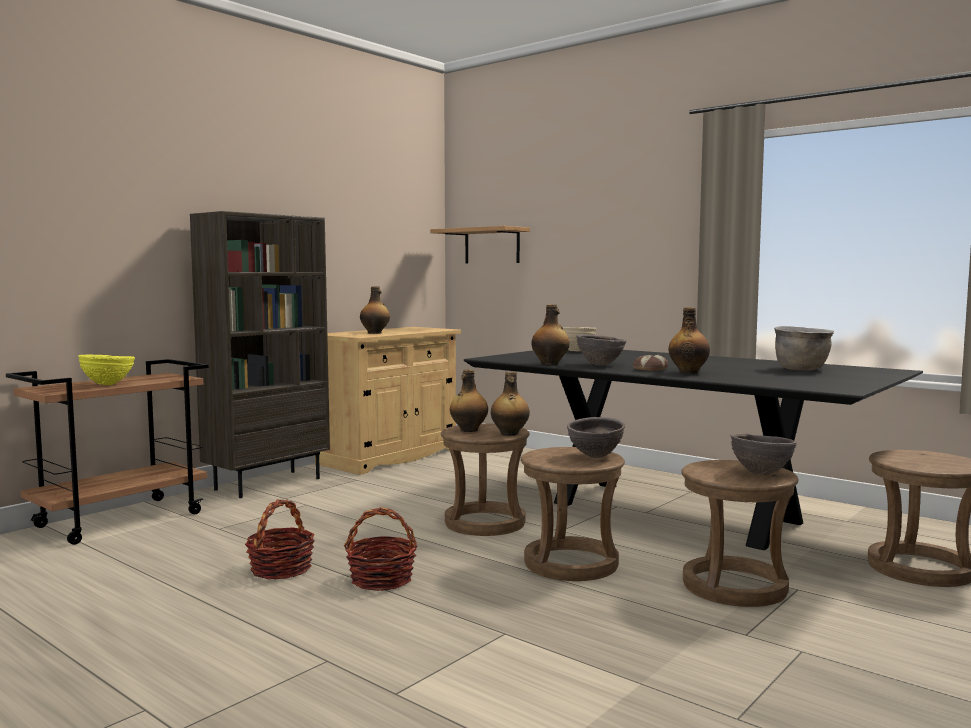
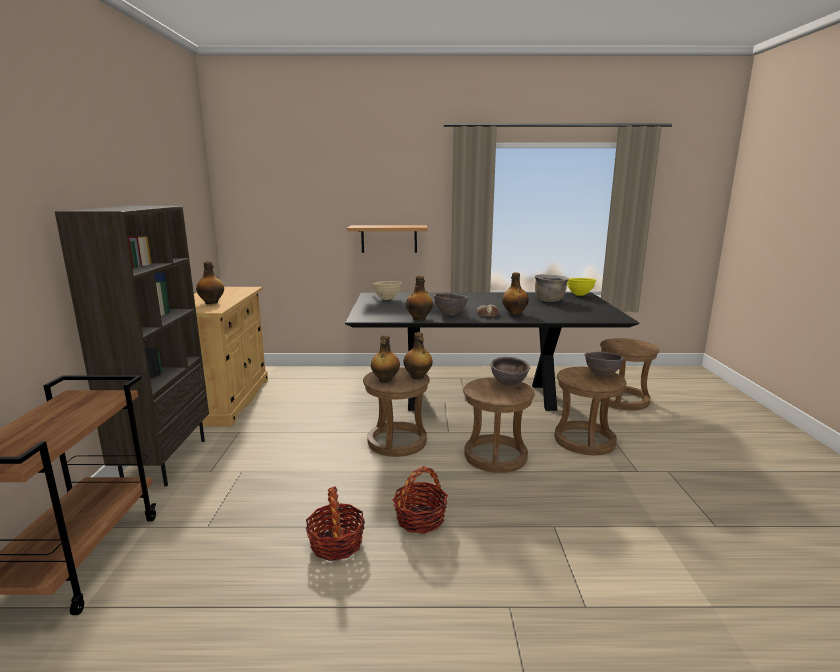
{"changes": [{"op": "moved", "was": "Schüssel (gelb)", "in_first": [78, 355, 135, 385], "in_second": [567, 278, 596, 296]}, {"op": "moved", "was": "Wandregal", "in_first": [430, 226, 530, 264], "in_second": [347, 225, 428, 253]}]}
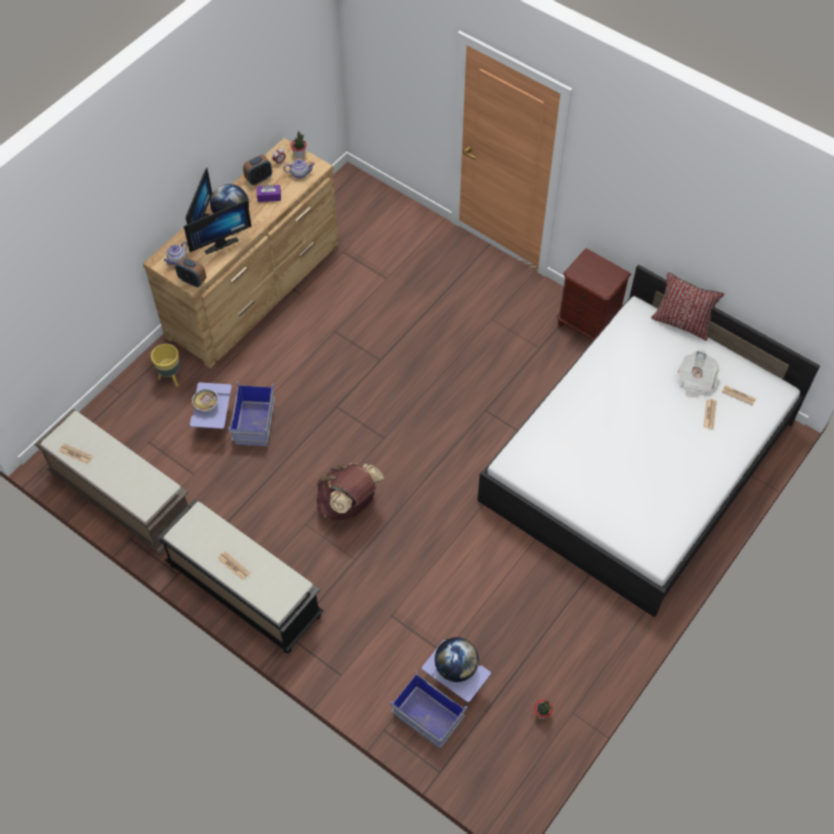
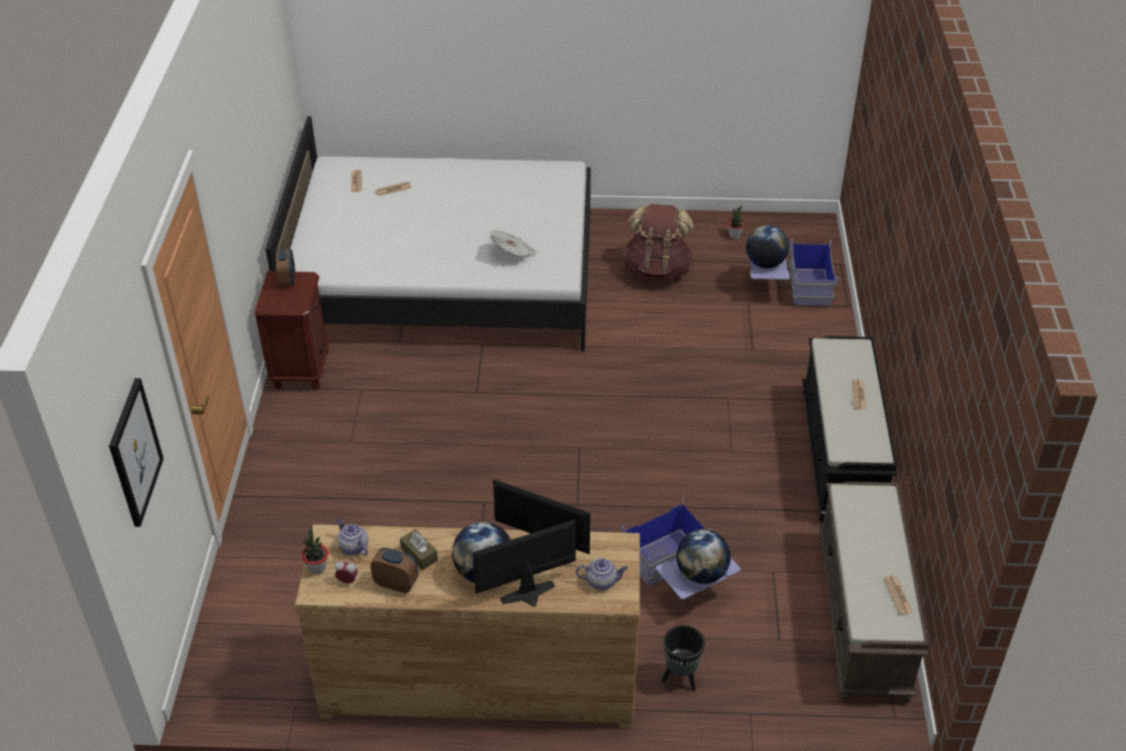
{"changes": [{"op": "removed", "was": "Kissen (rot)", "in_first": [651, 272, 724, 341]}, {"op": "added", "now": "Bild", "in_second": [109, 378, 164, 527]}, {"op": "moved", "was": "Wecker", "in_first": [175, 257, 206, 287], "in_second": [276, 249, 295, 287]}, {"op": "moved", "was": "Rucksack (braun)", "in_first": [317, 463, 384, 521], "in_second": [622, 204, 694, 284]}, {"op": "moved", "was": "Zeitung", "in_first": [678, 350, 719, 398], "in_second": [489, 230, 537, 257]}, {"op": "replaced", "was": "Schüssel", "now": "Globus", "in_first": [192, 389, 218, 412], "in_second": [676, 529, 731, 584]}, {"op": "recoloured", "was": "Pflanzkübel (gelb)", "now": "Pflanzkübel (schwarz)", "in_first": [151, 344, 179, 387], "in_second": [662, 625, 705, 691]}, {"op": "recoloured", "was": "Taschentuchbox (lila)", "now": "Taschentuchbox (braun)", "in_first": [257, 184, 281, 202], "in_second": [400, 529, 438, 570]}]}
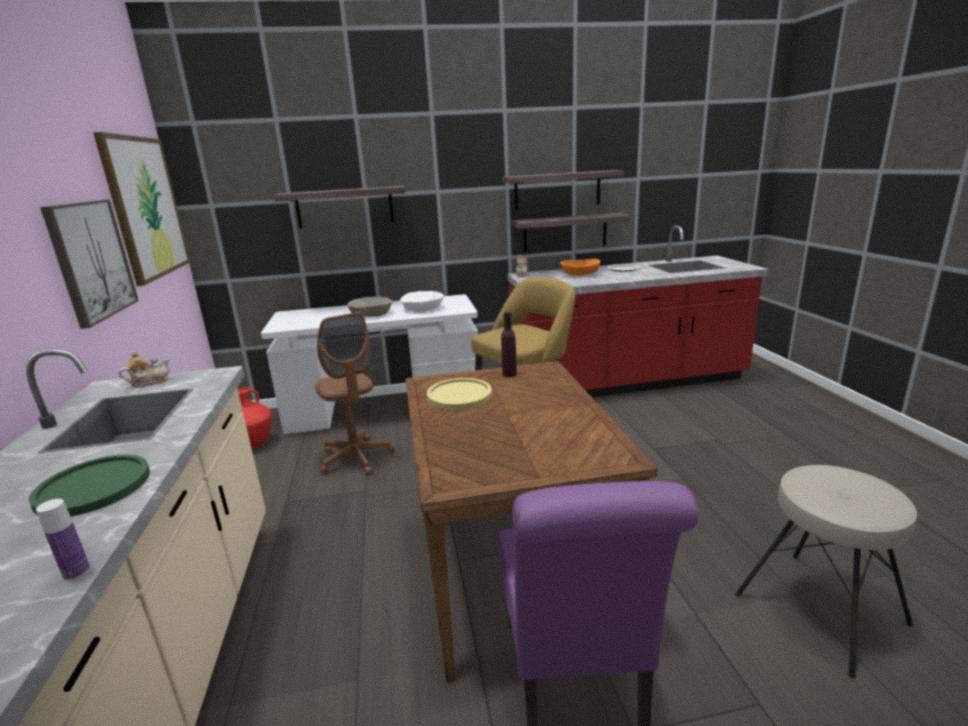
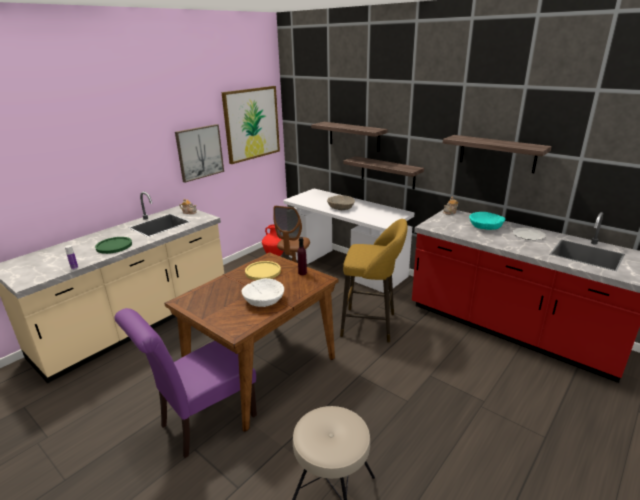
{"changes": [{"op": "moved", "was": "Schüssel (weiß)", "in_first": [400, 291, 444, 311], "in_second": [242, 278, 284, 307]}, {"op": "moved", "was": "Wandregal", "in_first": [512, 213, 630, 252], "in_second": [343, 156, 424, 190]}, {"op": "recoloured", "was": "Schüssel (orange)", "now": "Schüssel (türkis)", "in_first": [560, 259, 600, 275], "in_second": [469, 212, 505, 230]}]}
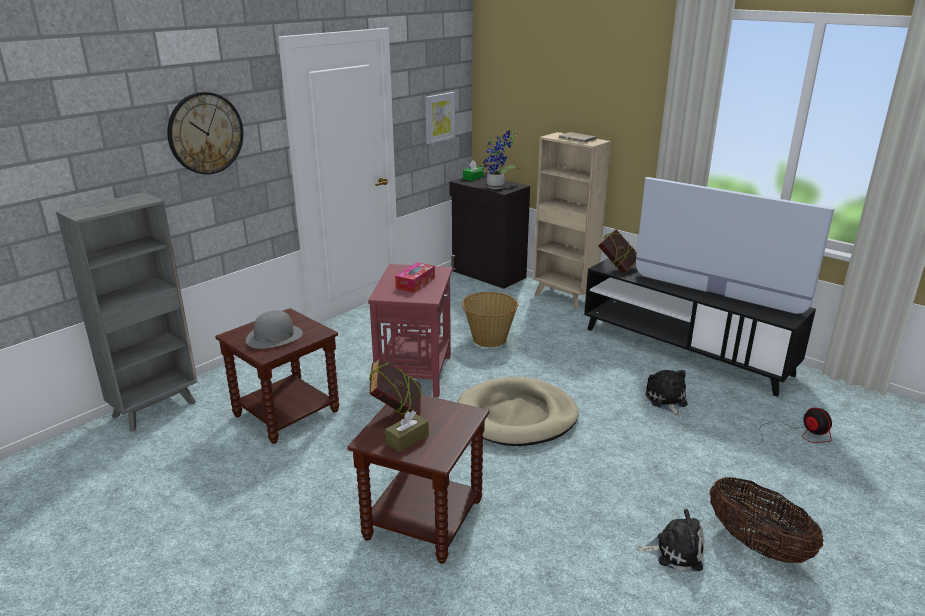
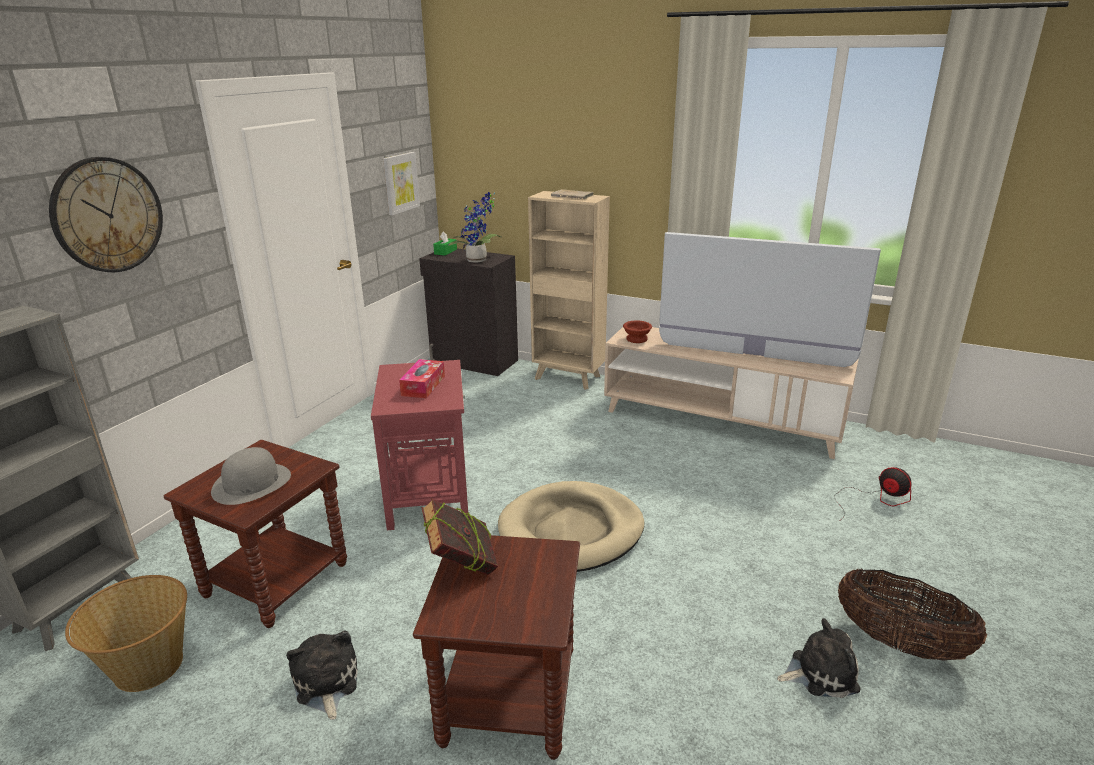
{"changes": [{"op": "removed", "was": "Taschentuchbox (braun)", "in_first": [385, 410, 429, 452]}, {"op": "moved", "was": "Korb", "in_first": [461, 292, 518, 347], "in_second": [65, 575, 187, 692]}, {"op": "moved", "was": "Plüschtier", "in_first": [645, 370, 687, 416], "in_second": [286, 631, 358, 720]}, {"op": "replaced", "was": "Buch", "now": "Schüssel (braun)", "in_first": [598, 229, 637, 274], "in_second": [623, 320, 652, 343]}, {"op": "recoloured", "was": "Fernsehschrank (schwarz)", "now": "Fernsehschrank (beige)", "in_first": [584, 258, 816, 397], "in_second": [604, 327, 859, 459]}]}
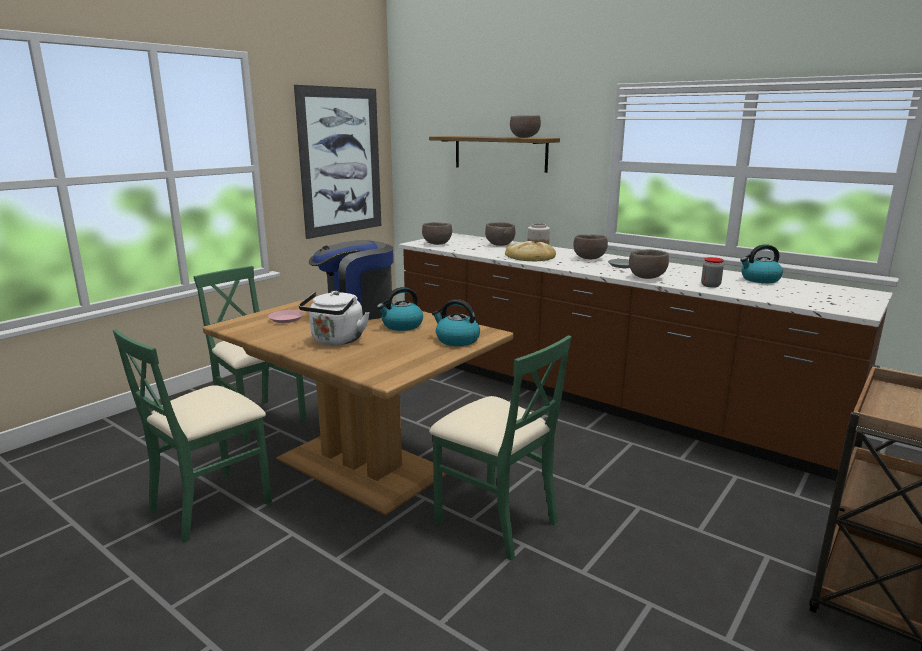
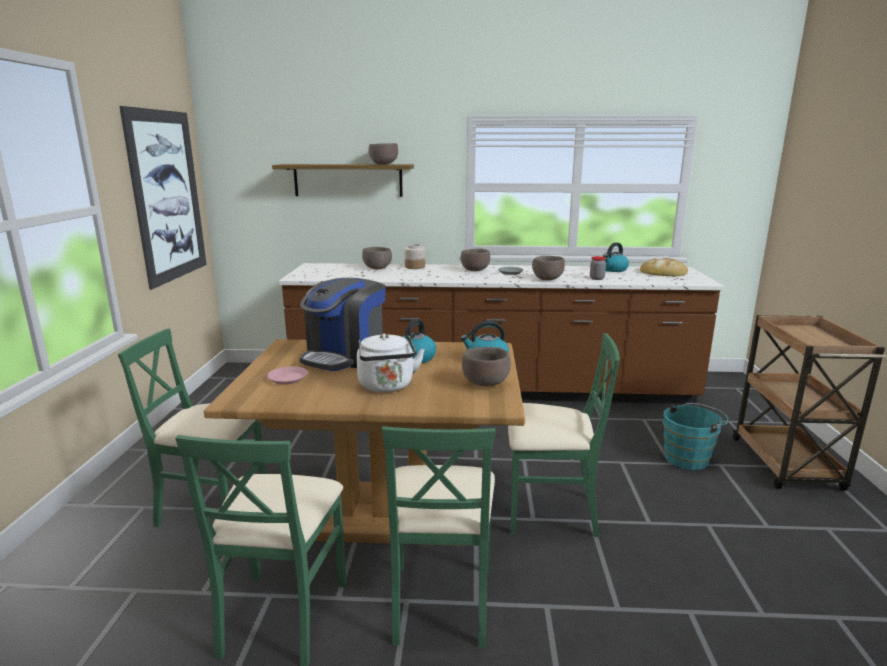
{"changes": [{"op": "added", "now": "Stuhl (grün)", "in_second": [382, 426, 495, 648]}, {"op": "added", "now": "Eimer (türkis)", "in_second": [663, 403, 728, 470]}, {"op": "moved", "was": "Schüssel (braun)", "in_first": [422, 222, 452, 245], "in_second": [462, 347, 511, 387]}, {"op": "moved", "was": "Brot", "in_first": [505, 241, 556, 262], "in_second": [640, 258, 688, 276]}]}
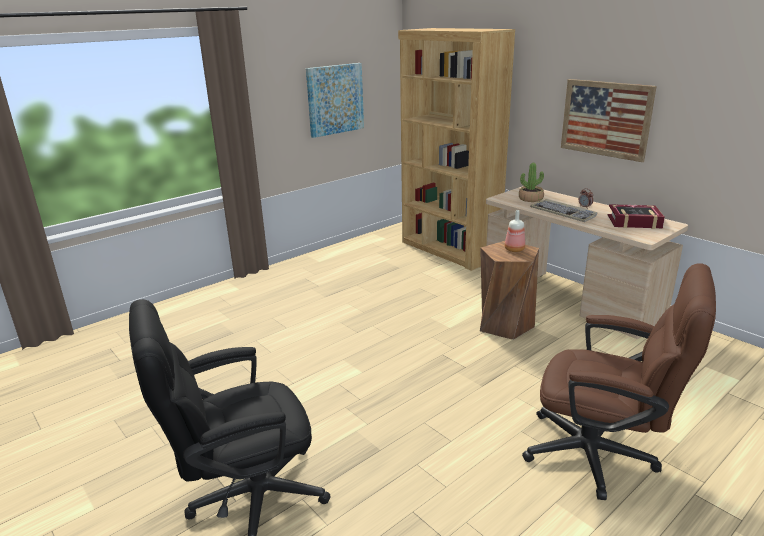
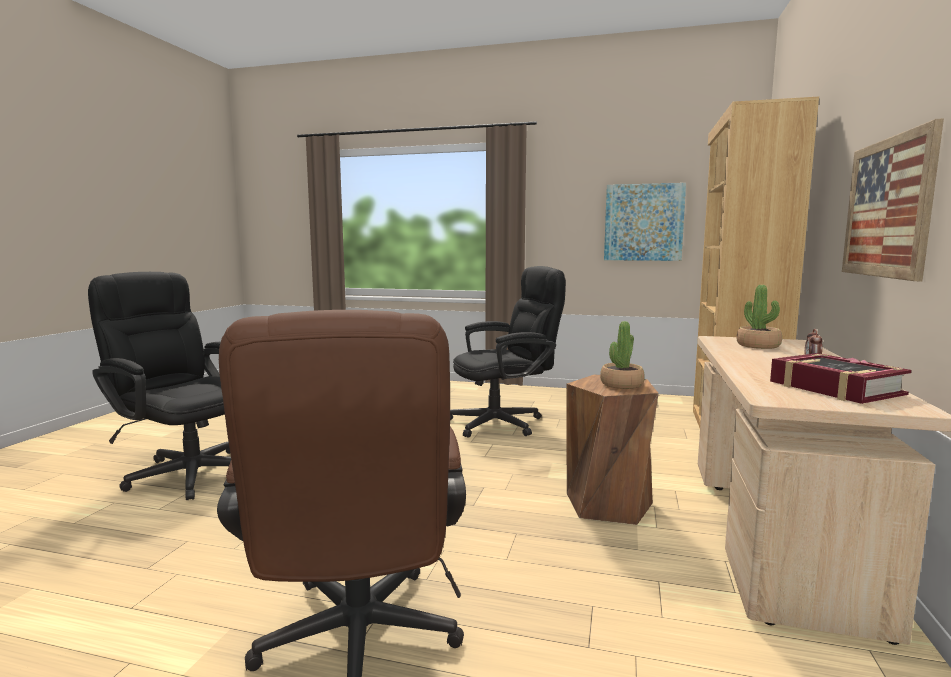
{"changes": [{"op": "removed", "was": "Tastatur", "in_first": [530, 199, 597, 222]}, {"op": "added", "now": "Bürostuhl (schwarz)", "in_second": [450, 266, 566, 438]}, {"op": "replaced", "was": "Flasche", "now": "Topfpflanze", "in_first": [505, 210, 525, 252], "in_second": [600, 321, 645, 389]}]}
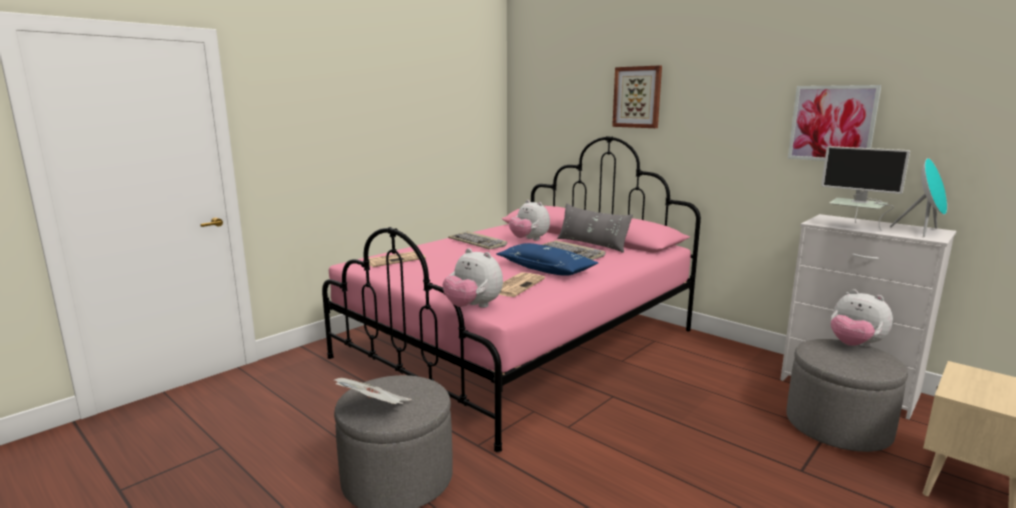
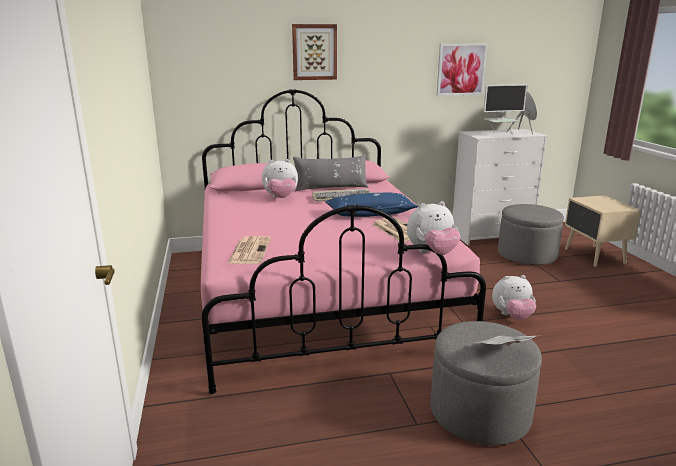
{"changes": [{"op": "removed", "was": "Tastatur", "in_first": [448, 231, 507, 250]}, {"op": "moved", "was": "Plüschtier", "in_first": [831, 289, 893, 347], "in_second": [492, 275, 536, 320]}]}
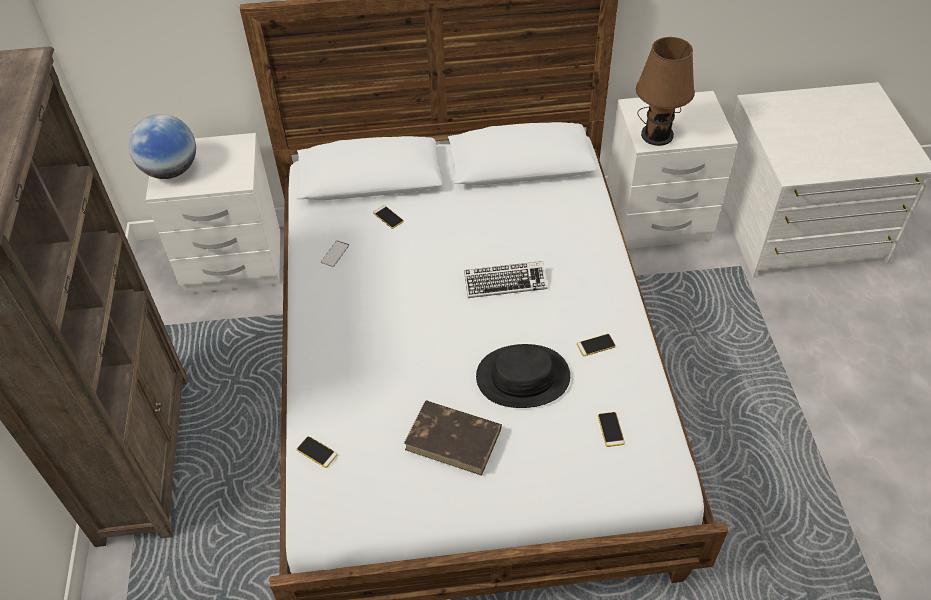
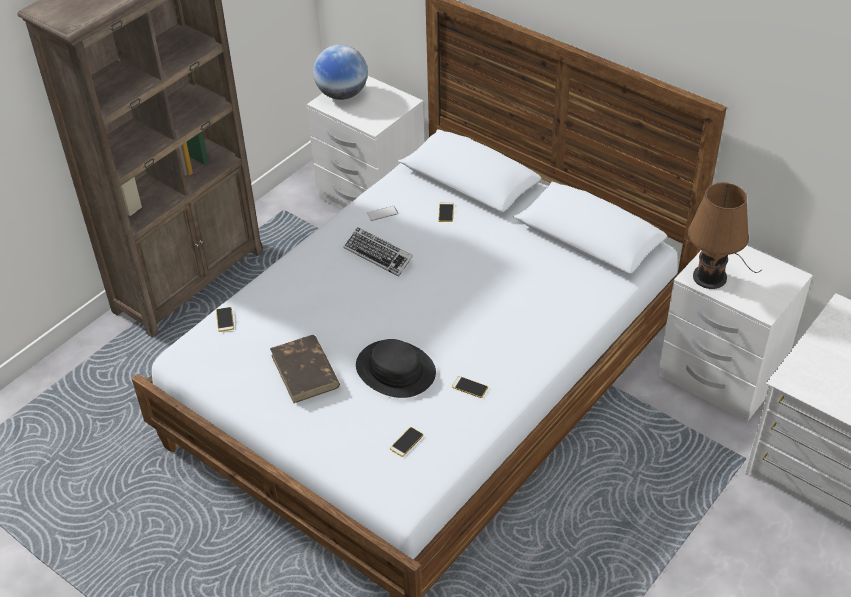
{"changes": [{"op": "moved", "was": "Tastatur", "in_first": [464, 261, 548, 298], "in_second": [343, 227, 413, 277]}]}
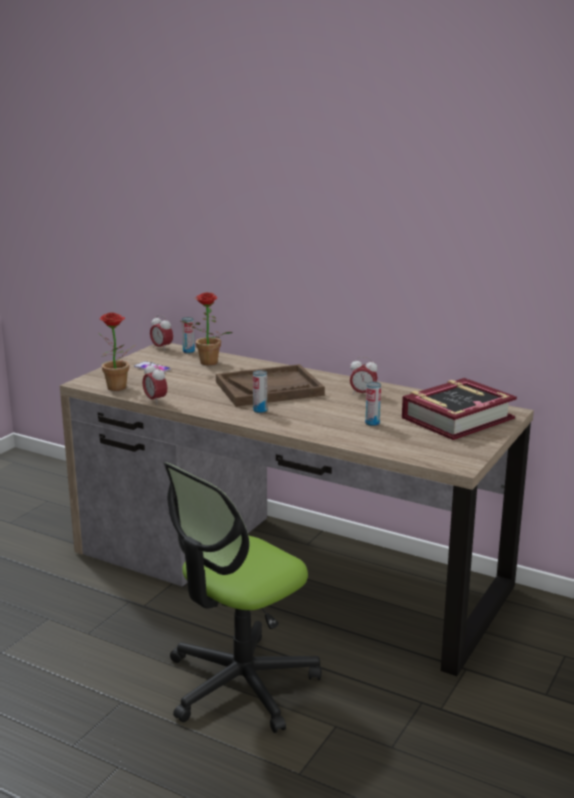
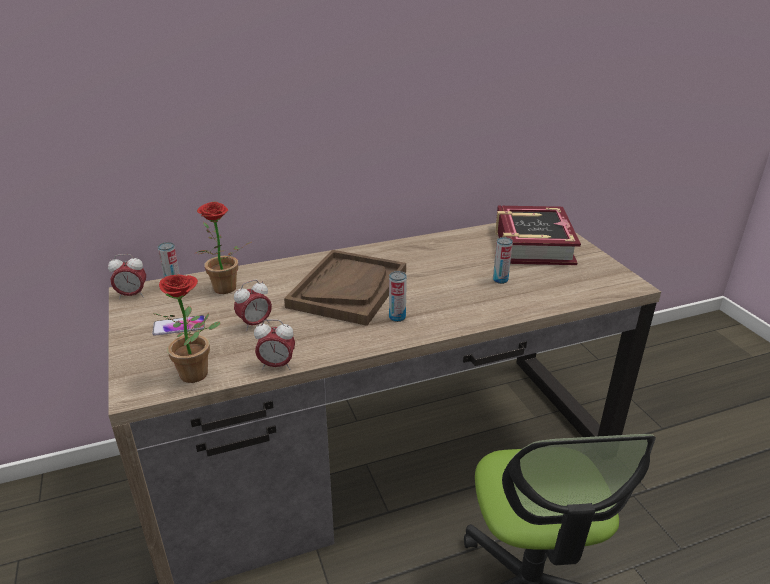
{"changes": [{"op": "moved", "was": "Wecker", "in_first": [350, 357, 378, 395], "in_second": [234, 280, 272, 331]}]}
